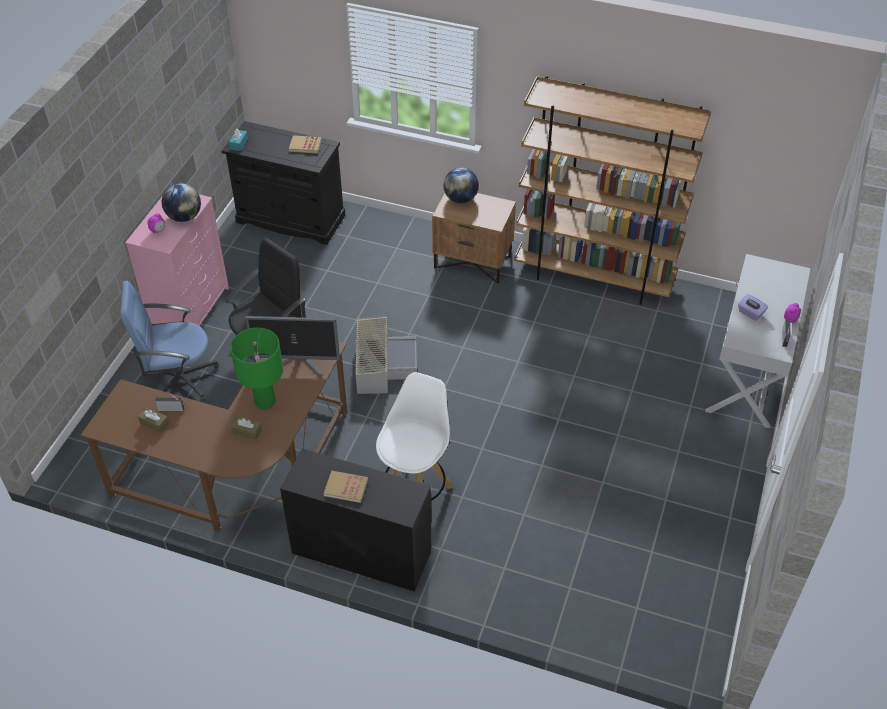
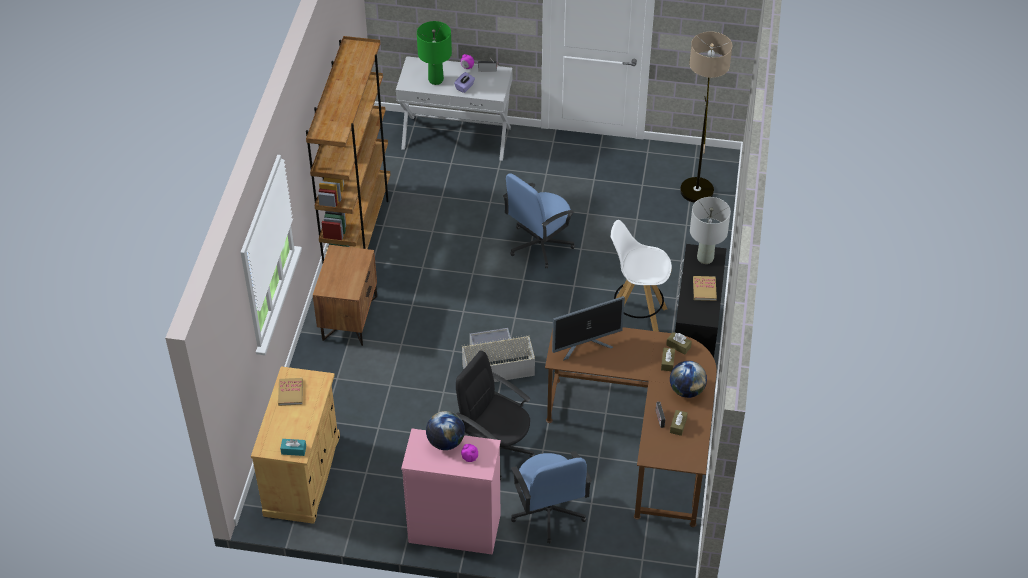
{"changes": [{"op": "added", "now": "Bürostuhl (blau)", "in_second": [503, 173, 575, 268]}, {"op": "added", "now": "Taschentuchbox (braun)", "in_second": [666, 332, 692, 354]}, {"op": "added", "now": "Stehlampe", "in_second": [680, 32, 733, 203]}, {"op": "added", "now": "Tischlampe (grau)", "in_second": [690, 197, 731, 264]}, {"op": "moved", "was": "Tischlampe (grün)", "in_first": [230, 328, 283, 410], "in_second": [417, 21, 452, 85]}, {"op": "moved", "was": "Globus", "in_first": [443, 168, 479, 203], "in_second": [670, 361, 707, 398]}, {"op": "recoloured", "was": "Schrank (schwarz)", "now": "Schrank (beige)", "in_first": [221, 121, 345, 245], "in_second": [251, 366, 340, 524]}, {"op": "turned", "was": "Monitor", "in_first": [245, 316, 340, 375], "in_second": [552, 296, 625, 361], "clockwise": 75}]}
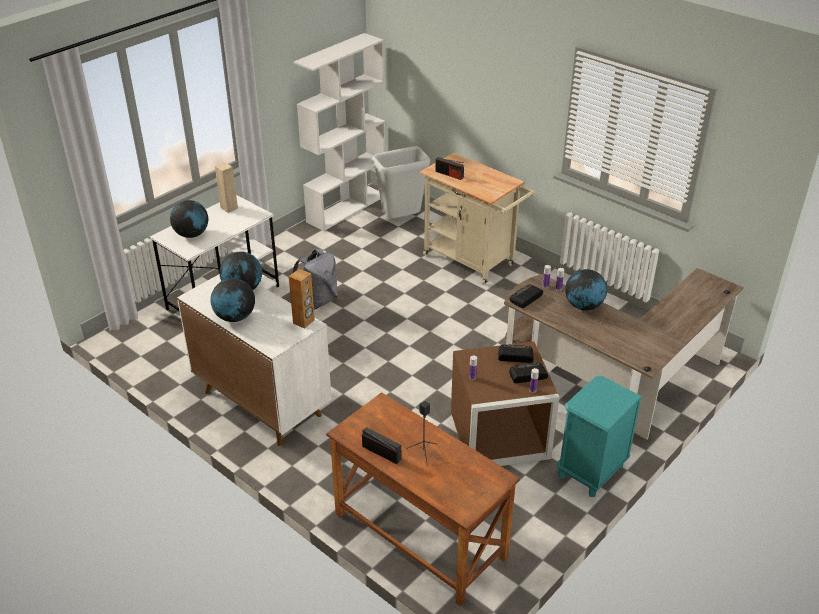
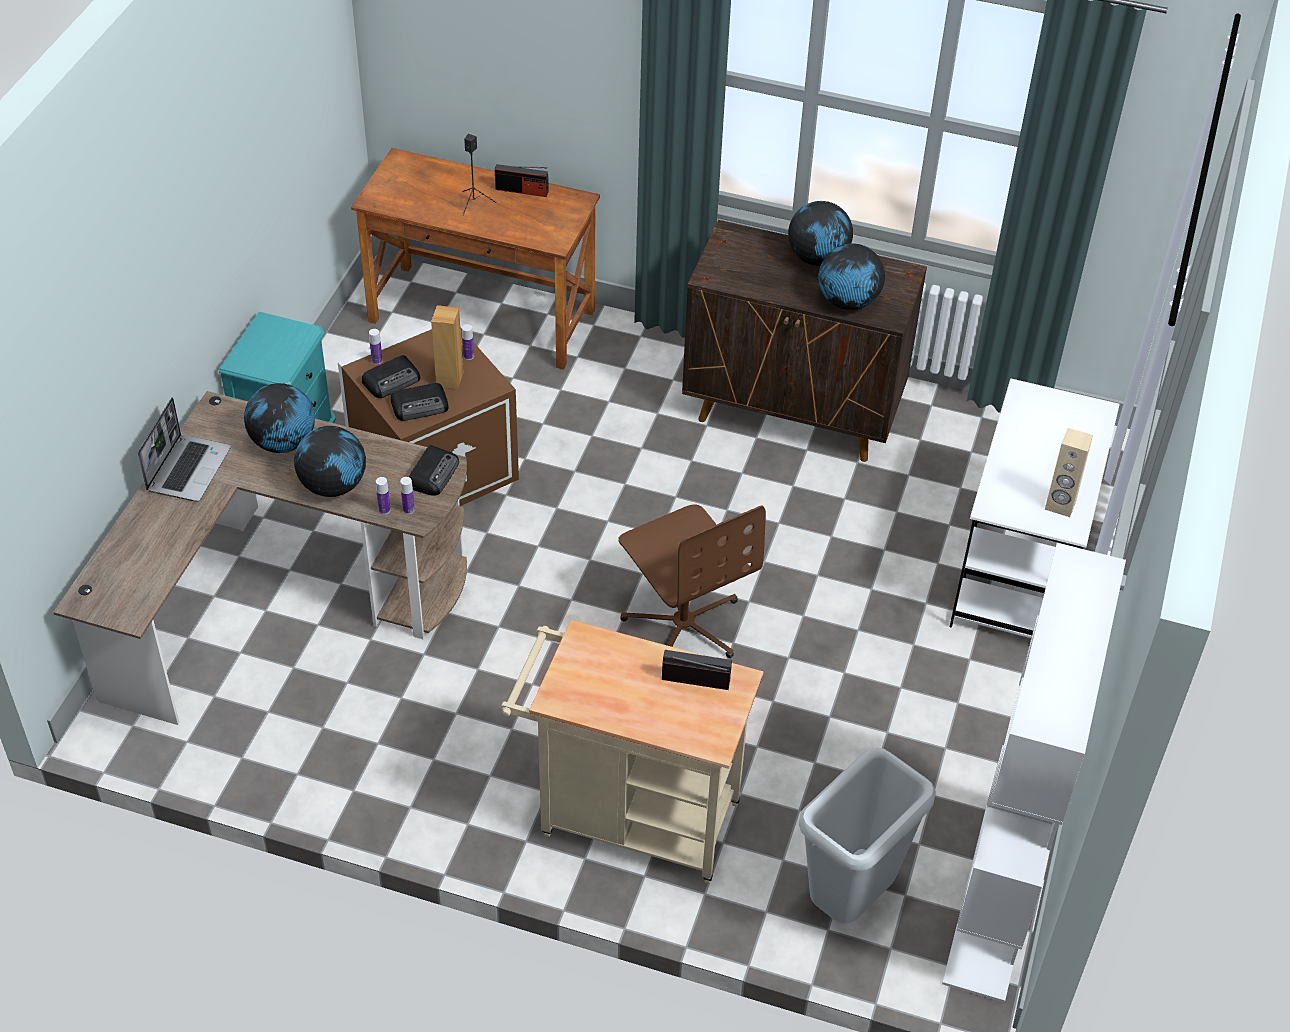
{"changes": [{"op": "removed", "was": "Rucksack (grau)", "in_first": [292, 249, 338, 310]}, {"op": "added", "now": "Laptop", "in_second": [138, 397, 231, 502]}, {"op": "added", "now": "Bürostuhl (braun)", "in_second": [618, 505, 766, 658]}, {"op": "moved", "was": "Globus", "in_first": [170, 200, 208, 238], "in_second": [244, 383, 315, 453]}, {"op": "moved", "was": "Lautsprecher (braun)", "in_first": [289, 269, 315, 329], "in_second": [431, 305, 463, 390]}, {"op": "recoloured", "was": "Schrank (weiß)", "now": "Schrank (braun)", "in_first": [177, 274, 332, 446], "in_second": [682, 220, 927, 462]}]}
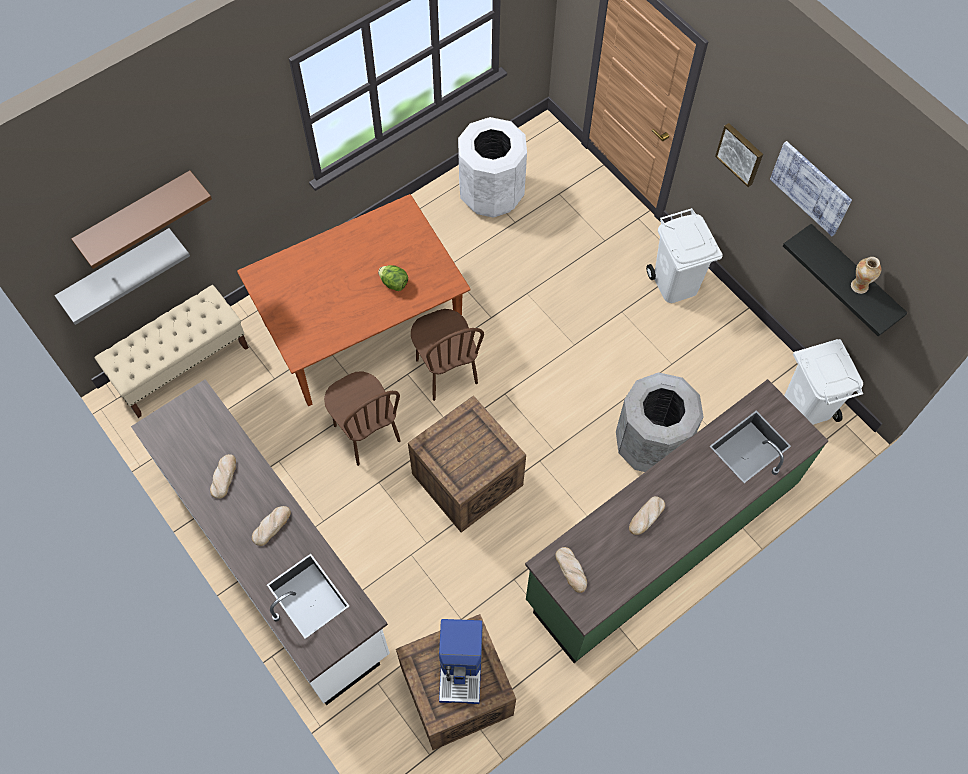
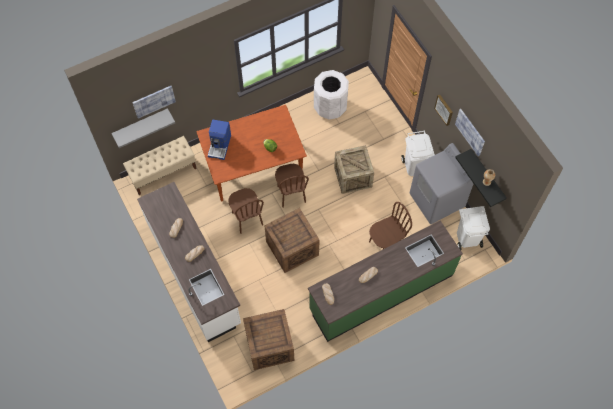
{"changes": [{"op": "added", "now": "Kiste", "in_second": [334, 145, 374, 194]}, {"op": "added", "now": "Waschmaschine (grau)", "in_second": [410, 143, 474, 224]}, {"op": "moved", "was": "Kaffeemaschine", "in_first": [439, 619, 483, 704], "in_second": [208, 120, 231, 160]}, {"op": "replaced", "was": "Wandregal (braun)", "now": "Bild", "in_first": [71, 171, 212, 269], "in_second": [133, 86, 176, 119]}, {"op": "replaced", "was": "Mülleimer (grau)", "now": "Stuhl (braun)", "in_first": [616, 372, 703, 472], "in_second": [369, 202, 412, 249]}]}
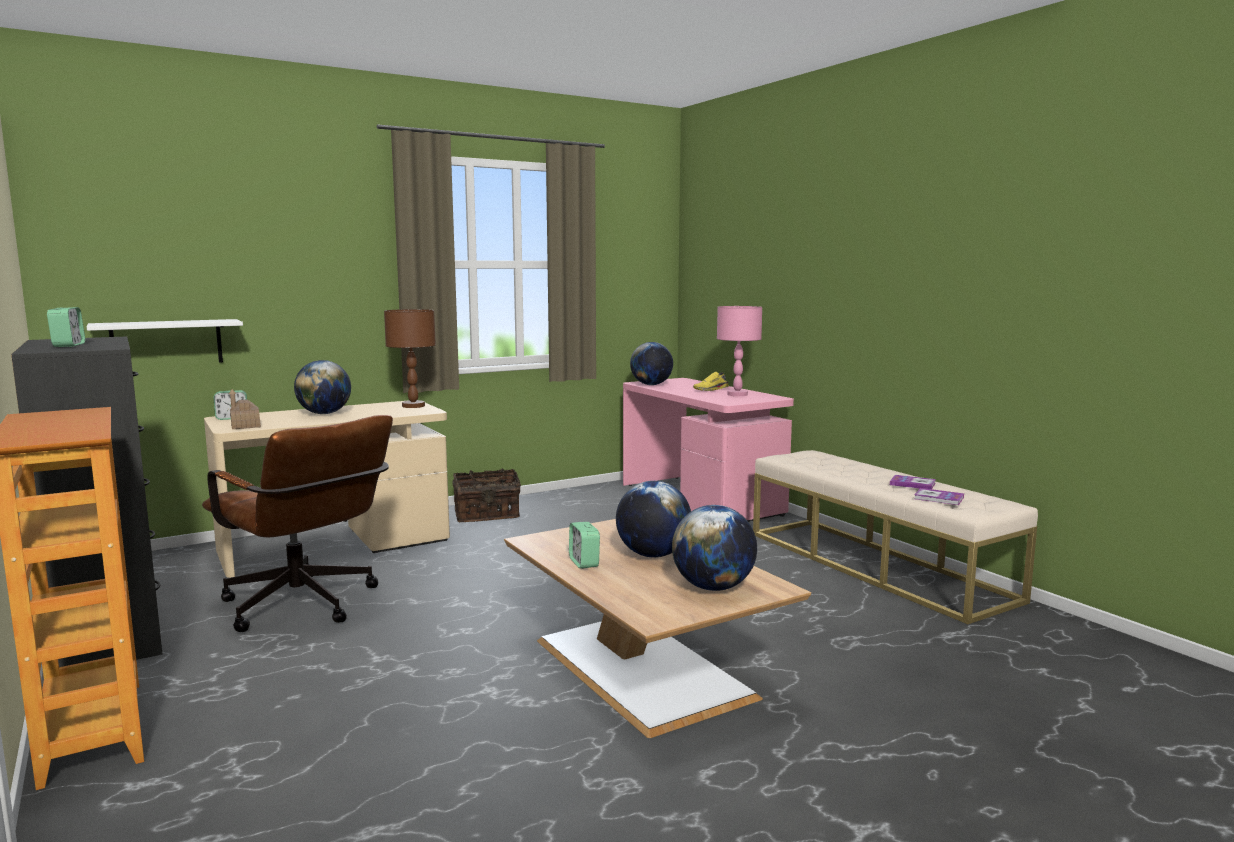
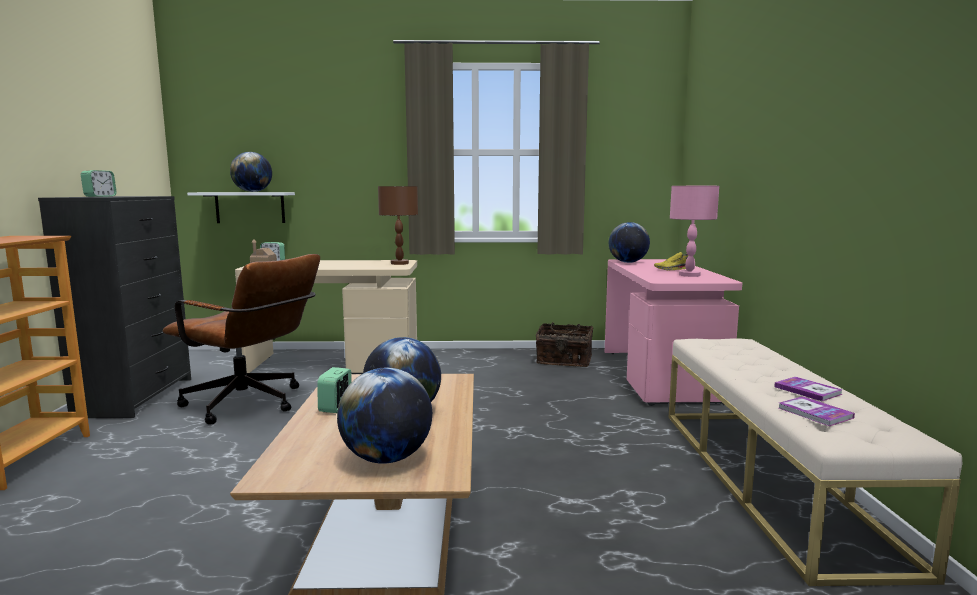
{"changes": [{"op": "moved", "was": "Globus", "in_first": [294, 360, 351, 414], "in_second": [230, 152, 272, 192]}, {"op": "moved", "was": "Korb", "in_first": [453, 469, 521, 522], "in_second": [536, 322, 594, 367]}, {"op": "turned", "was": "Bürostuhl (braun)", "in_first": [202, 415, 393, 632], "in_second": [162, 254, 320, 425], "clockwise": -45}]}
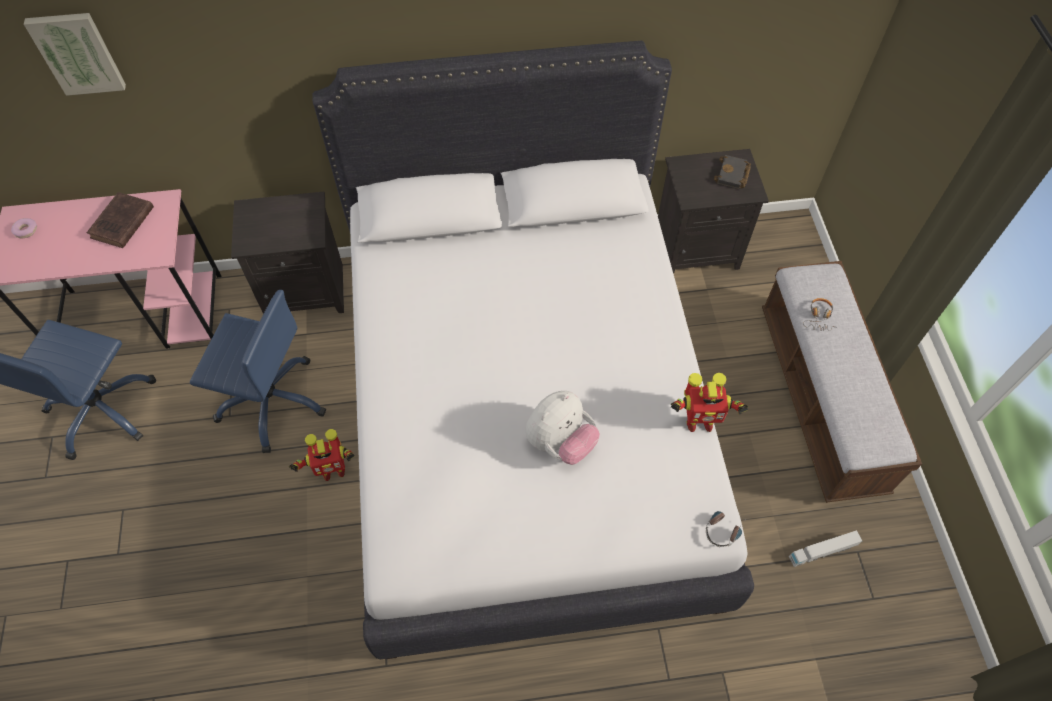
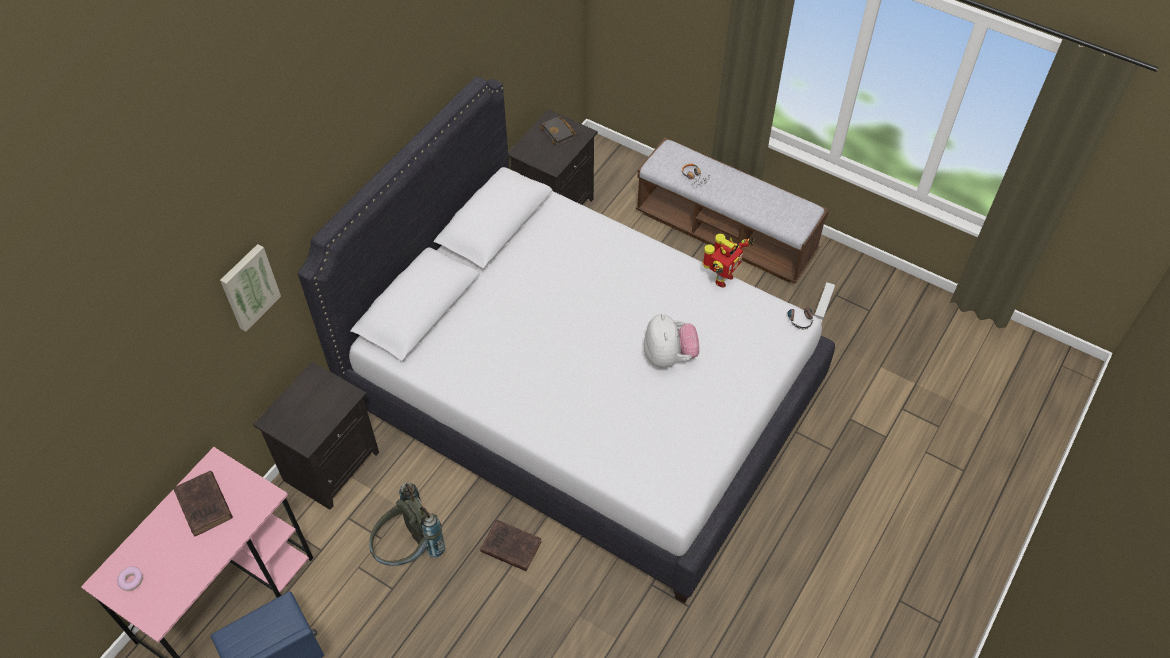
{"changes": [{"op": "moved", "was": "Bild", "in_first": [24, 13, 126, 96], "in_second": [220, 244, 281, 332]}, {"op": "replaced", "was": "Bürostuhl (blau)", "now": "Rucksack (grau)", "in_first": [190, 290, 326, 453], "in_second": [369, 482, 445, 566]}, {"op": "replaced", "was": "Spielzeugroboter", "now": "Buch (braun)", "in_first": [289, 429, 354, 481], "in_second": [480, 519, 542, 571]}]}
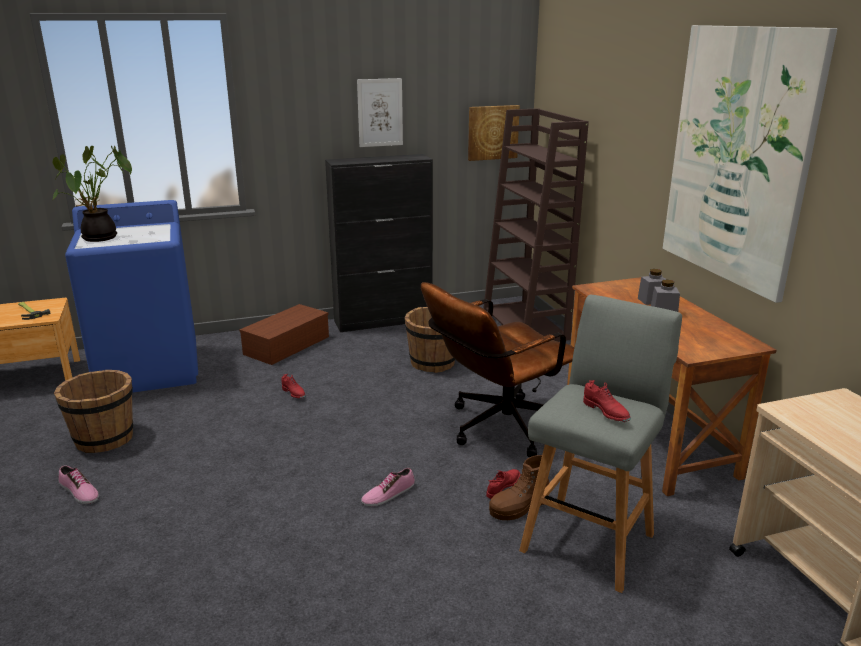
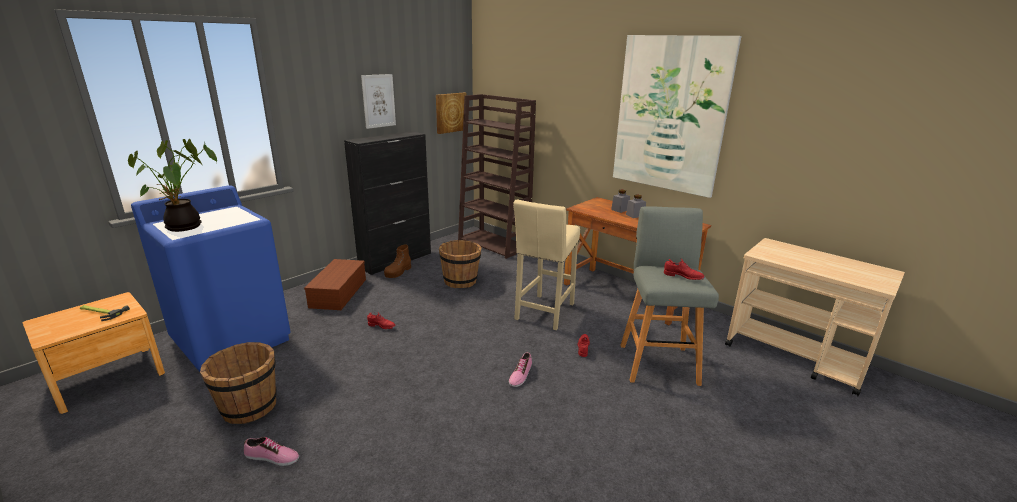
{"changes": [{"op": "moved", "was": "Stiefel (braun)", "in_first": [489, 455, 549, 520], "in_second": [384, 244, 411, 278]}, {"op": "replaced", "was": "Bürostuhl (braun)", "now": "Hocker (beige)", "in_first": [421, 282, 574, 457], "in_second": [513, 200, 580, 330]}]}
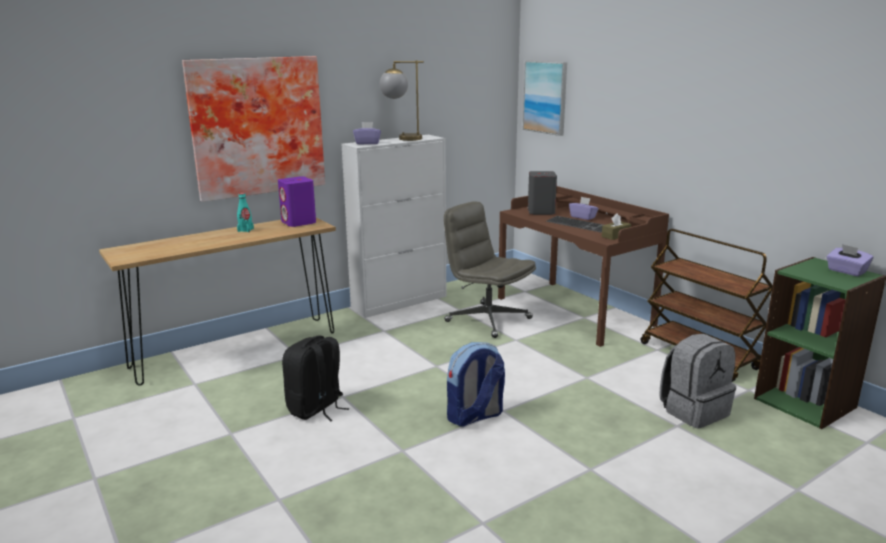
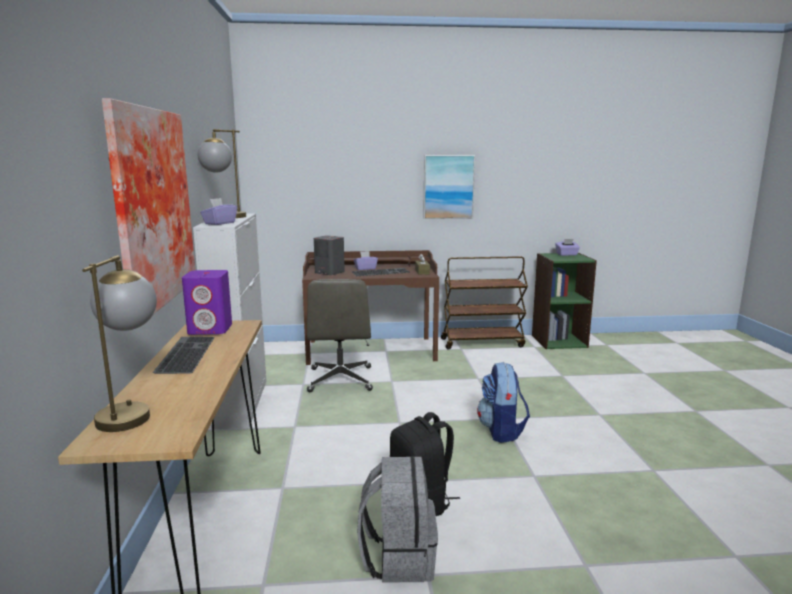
{"changes": [{"op": "added", "now": "Tischlampe", "in_second": [82, 255, 157, 432]}, {"op": "moved", "was": "Bild", "in_first": [523, 61, 567, 136], "in_second": [423, 155, 475, 219]}, {"op": "moved", "was": "Rucksack (grau)", "in_first": [659, 334, 736, 429], "in_second": [357, 456, 438, 583]}, {"op": "replaced", "was": "Flasche (türkis)", "now": "Tastatur", "in_first": [237, 193, 254, 232], "in_second": [152, 337, 215, 374]}, {"op": "turned", "was": "Bürostuhl (grau)", "in_first": [444, 201, 536, 338], "in_second": [307, 279, 373, 392], "clockwise": -75}]}
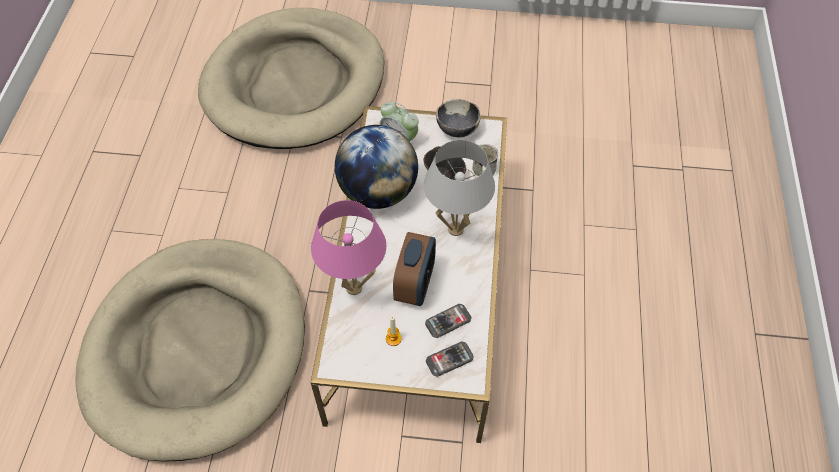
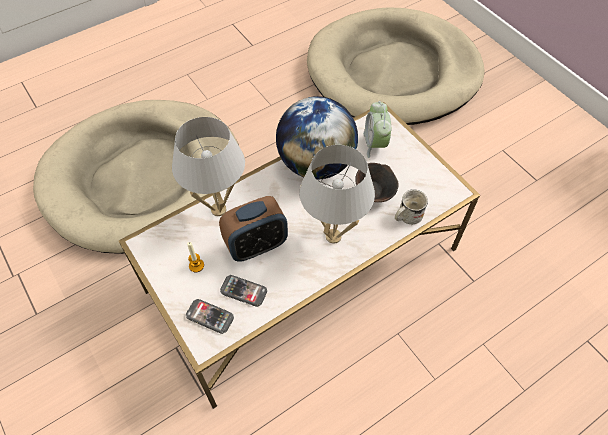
{"changes": [{"op": "removed", "was": "Schüssel", "in_first": [436, 99, 481, 137]}, {"op": "recoloured", "was": "Tischlampe (rosa)", "now": "Tischlampe (weiß)", "in_first": [311, 200, 386, 295], "in_second": [172, 117, 245, 216]}]}
